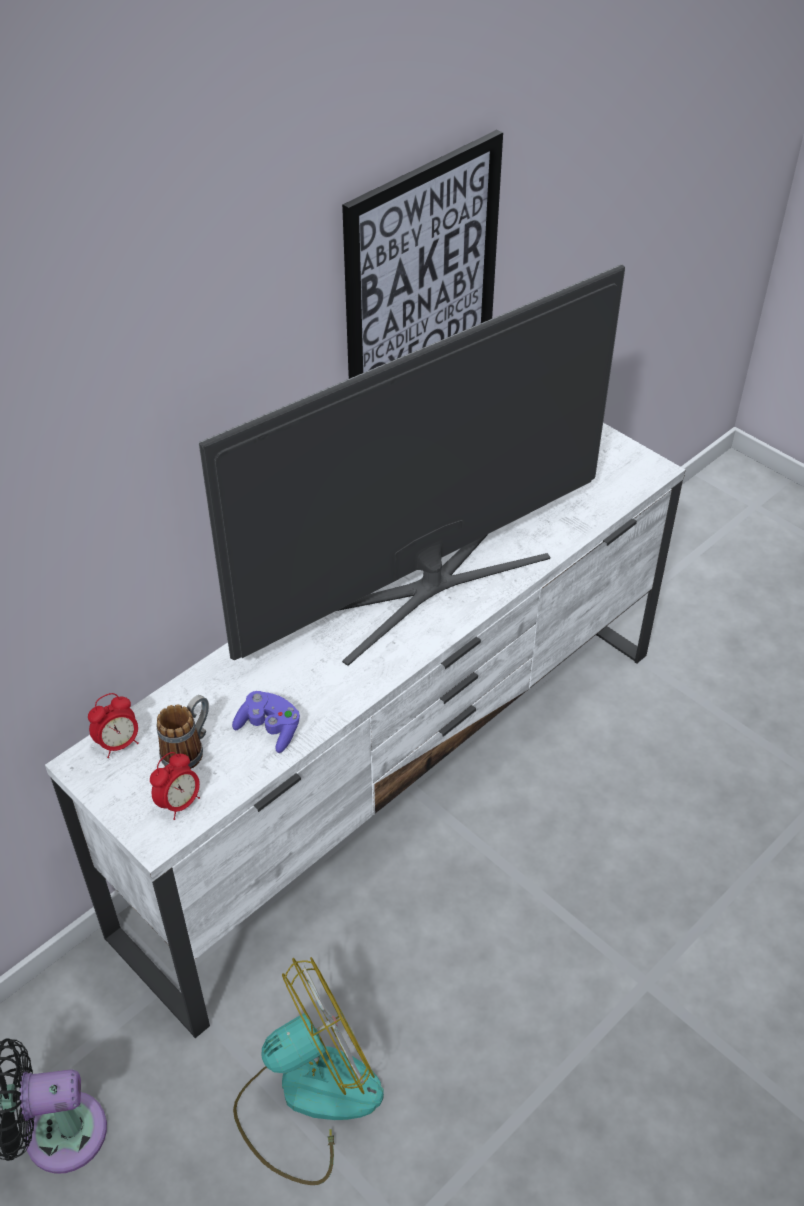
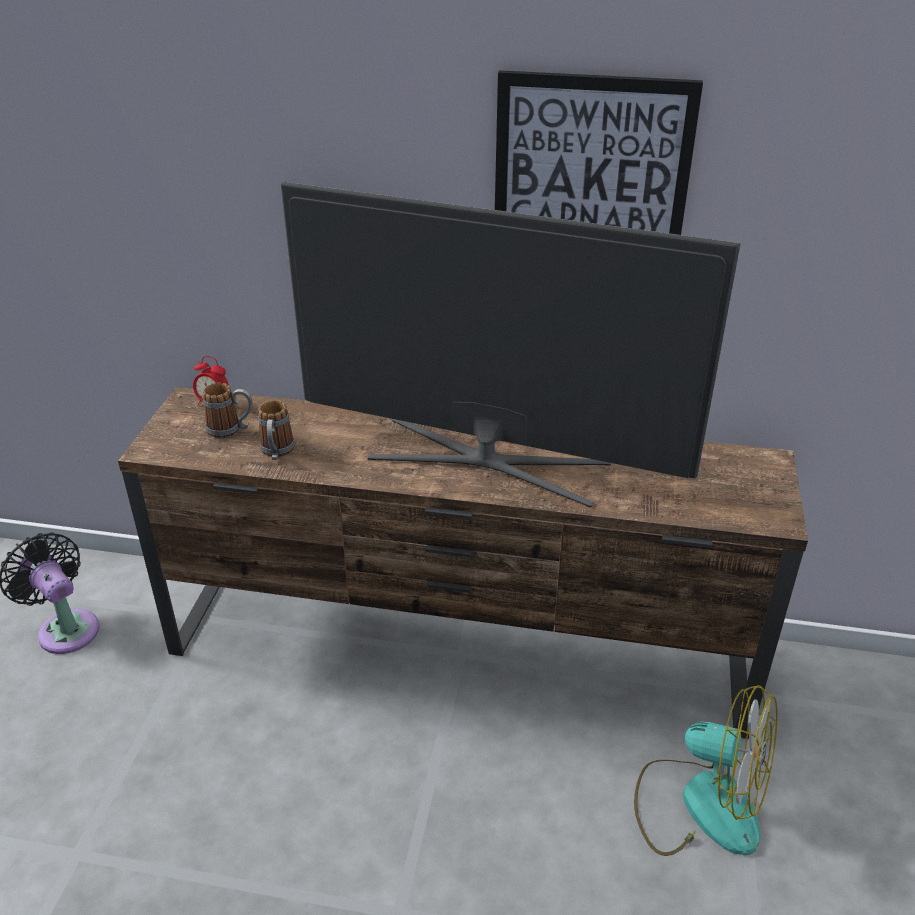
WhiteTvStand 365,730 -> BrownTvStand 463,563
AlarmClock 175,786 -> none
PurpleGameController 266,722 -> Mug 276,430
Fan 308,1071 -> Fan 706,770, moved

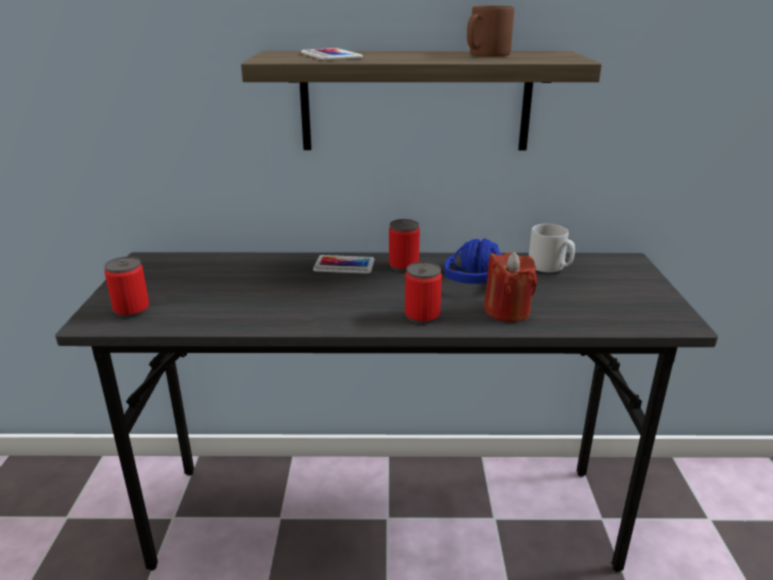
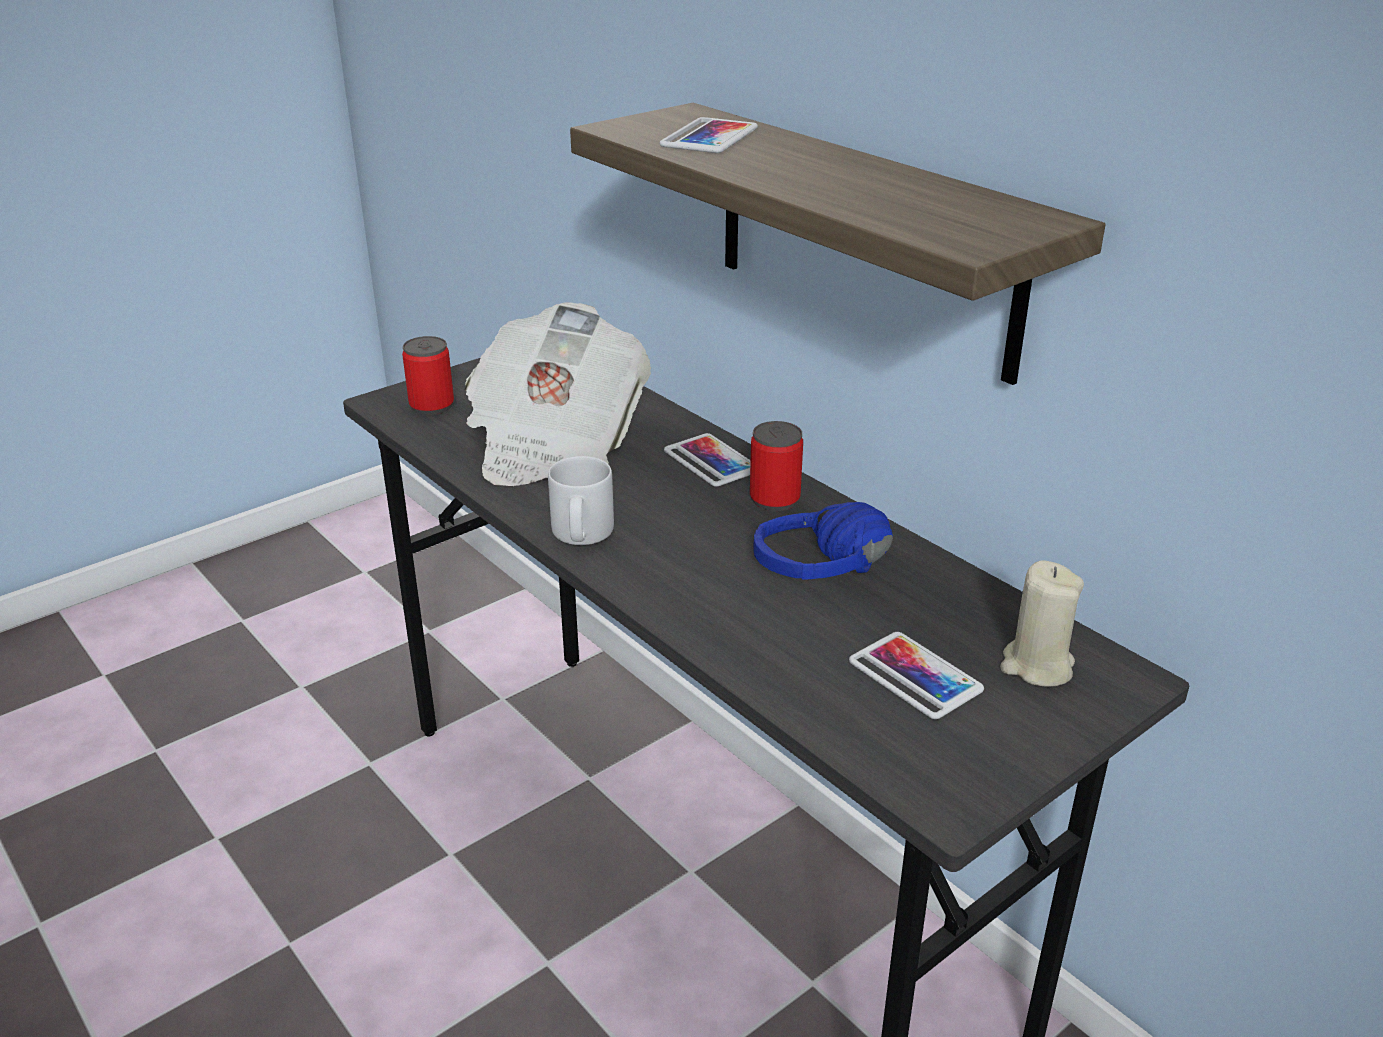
Can 423,293 -> none
BrownMug 490,31 -> none
RedCandle 510,287 -> none
GreyMug 552,248 -> GreyMug 581,500, moved
none -> Newspaper 557,394
none -> Phone 916,675
none -> BeigeCandle 1042,623

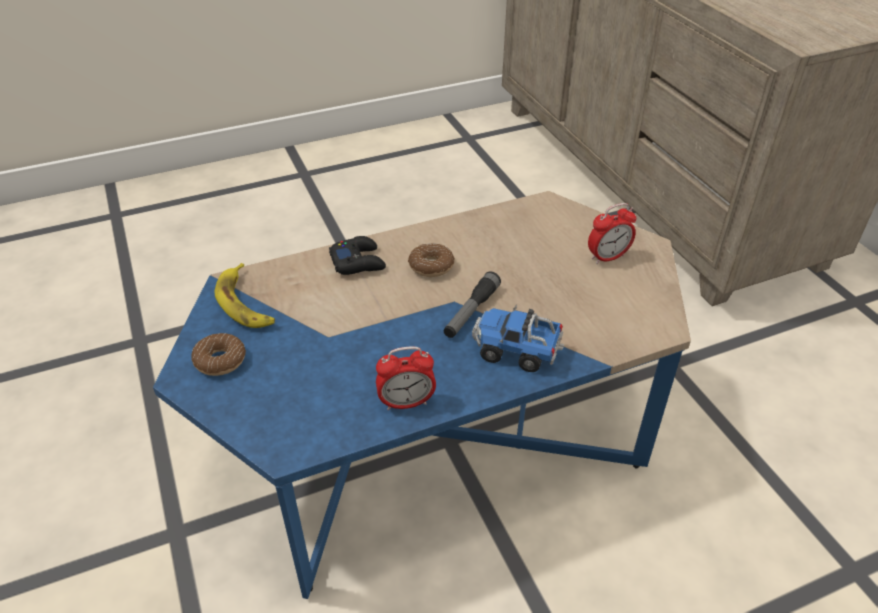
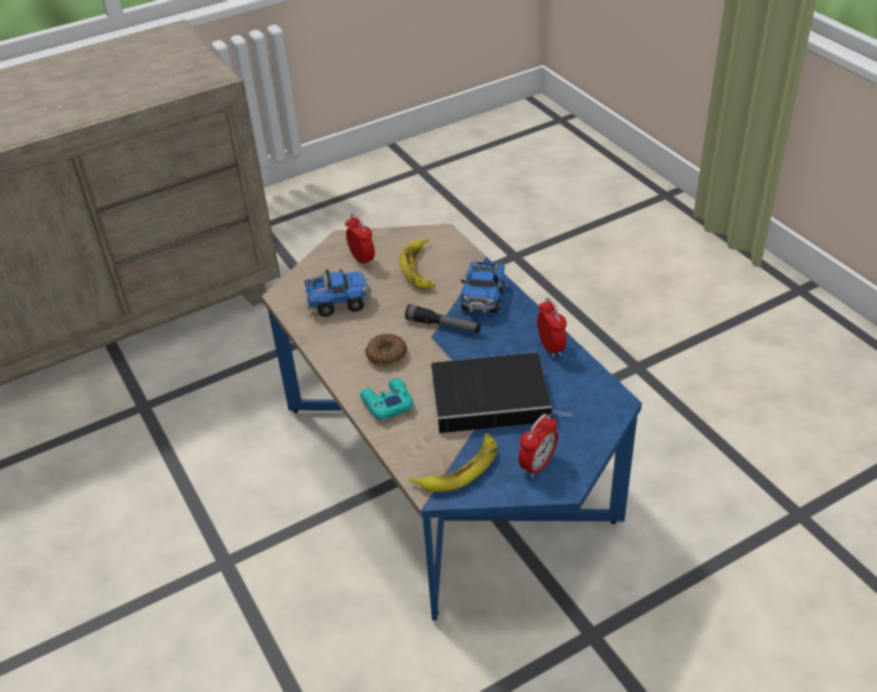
Donut 218,354 -> AlarmClock 538,446
BlackGameController 357,255 -> TurquoiseGameController 386,399
none -> ToyTruck 337,292
none -> Banana 417,263
none -> Book 501,393

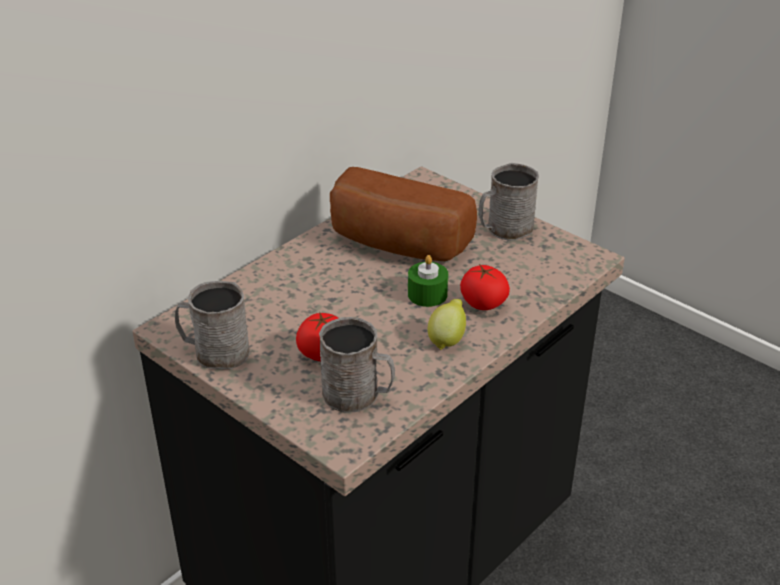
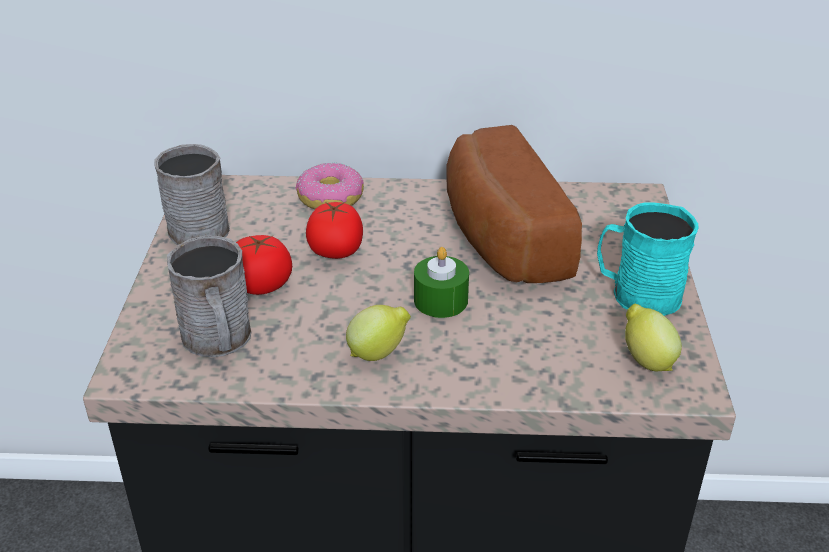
Tomato 485,287 -> Tomato 334,230, moved
GreyMug 509,202 -> TurquoiseMug 647,259
none -> Donut 329,185
none -> Lemon 653,337

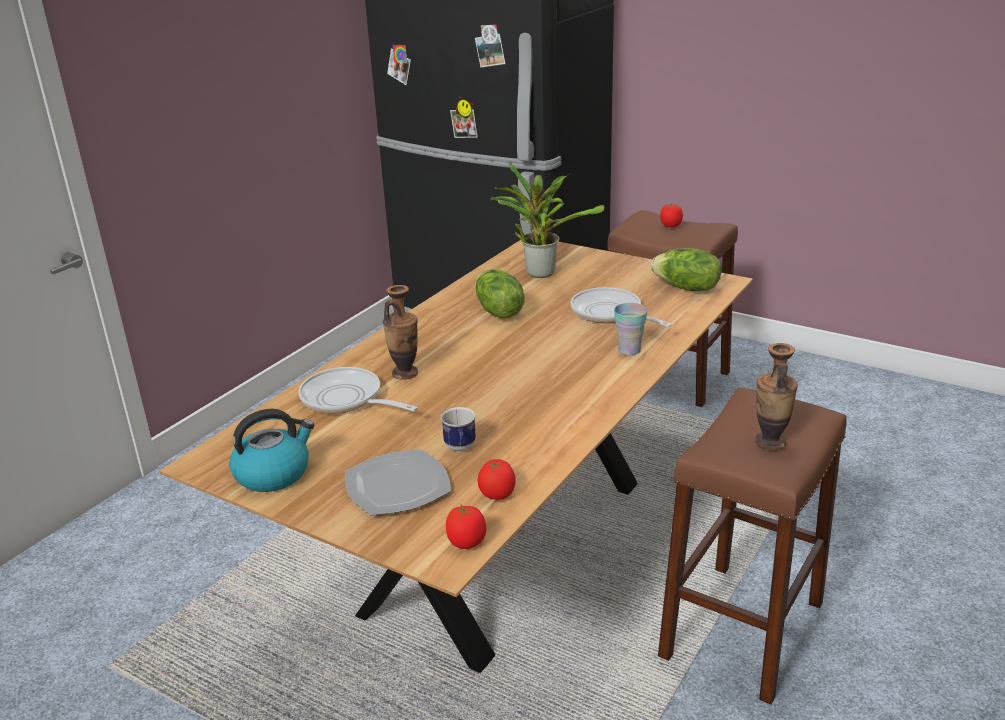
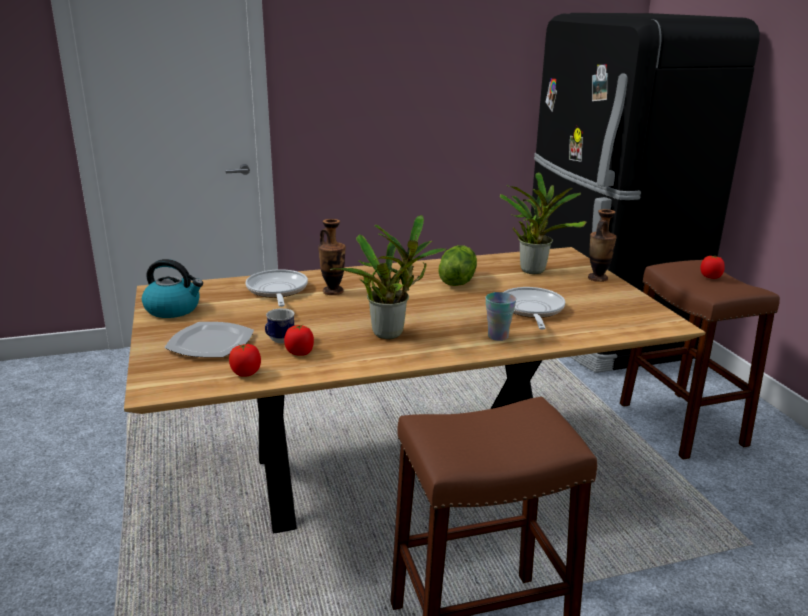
Tomato 466,526 -> Tomato 299,340, moved
Lettuce 686,269 -> none
Vase 776,396 -> Vase 602,245, moved
none -> PottedPlant 388,277

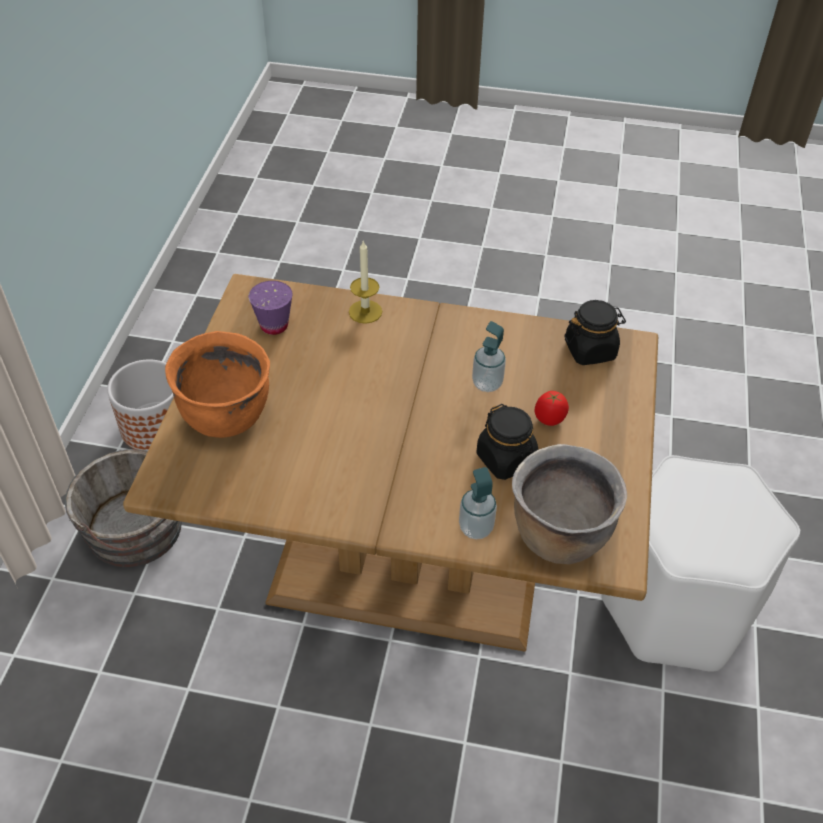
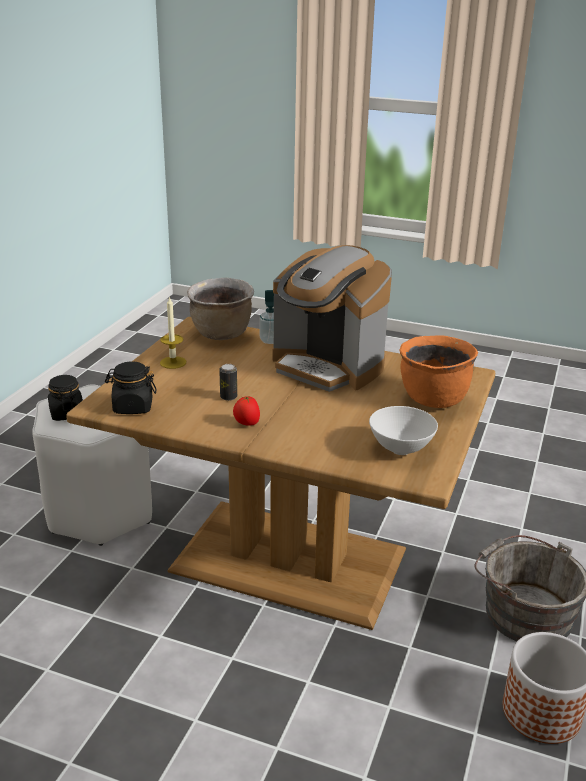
PurpleCup 271,308 -> WhiteBowl 403,430
Candle 365,282 -> Candle 173,332, moved
SoapDispenser 489,356 -> Can 228,382
BlackJar 507,442 -> BlackJar 65,398, moved
Tomato 552,408 -> Tomato 246,411, moved
none -> CoffeeMachine 332,318

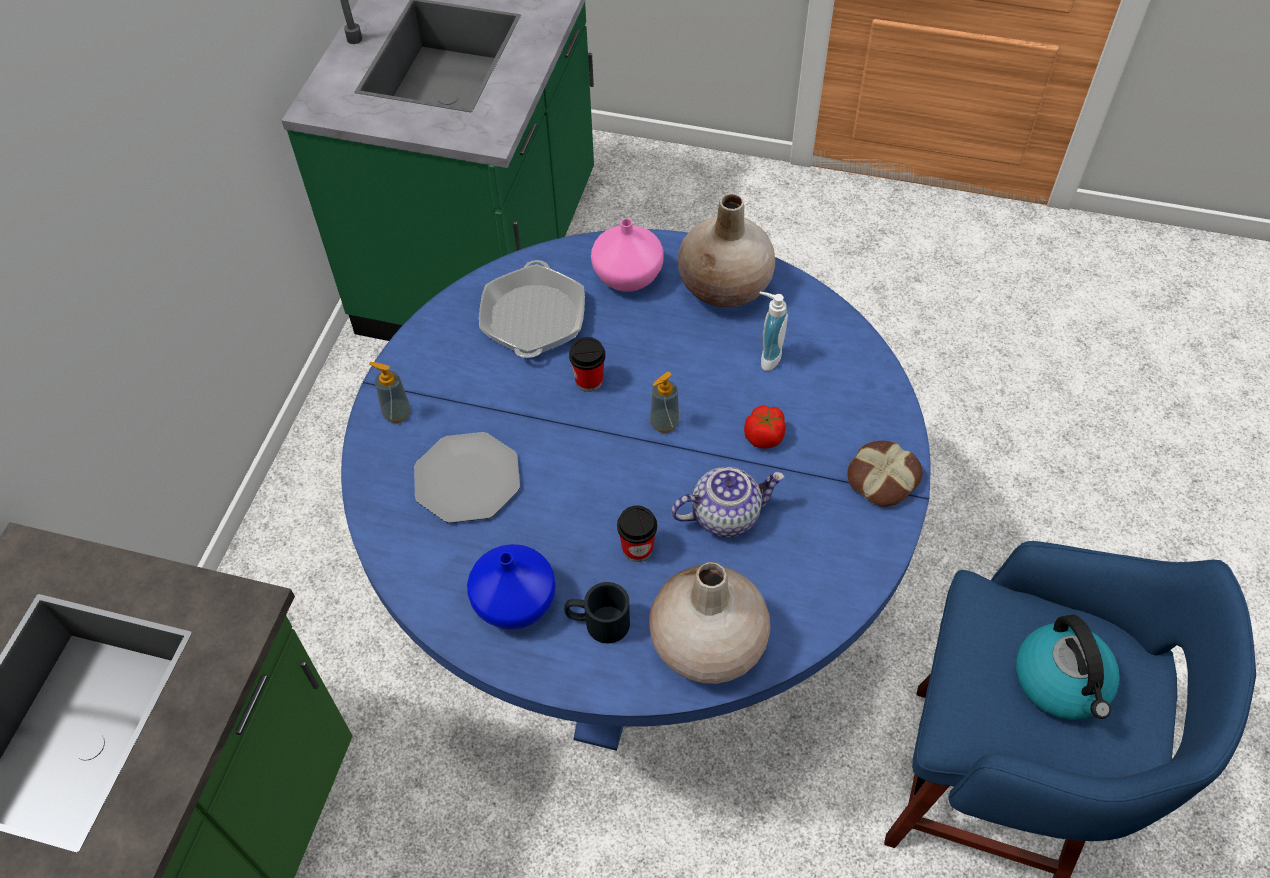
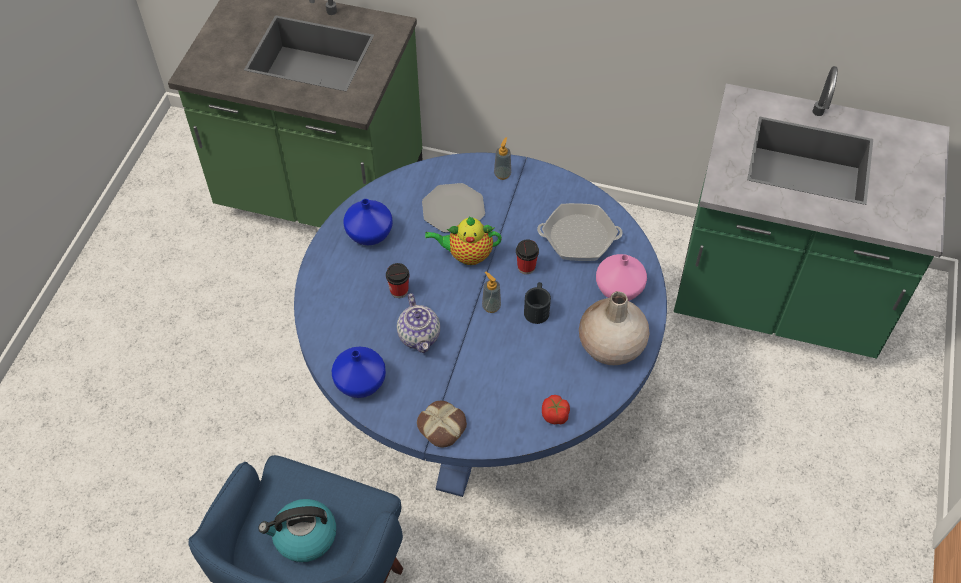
BlackMug 597,613 -> BlackMug 537,303, moved
BeigeVase 709,623 -> none
Tomato 765,427 -> Tomato 556,409, moved
SoapDispenser 774,331 -> none
none -> BlueVase 359,372
none -> Teapot 463,241

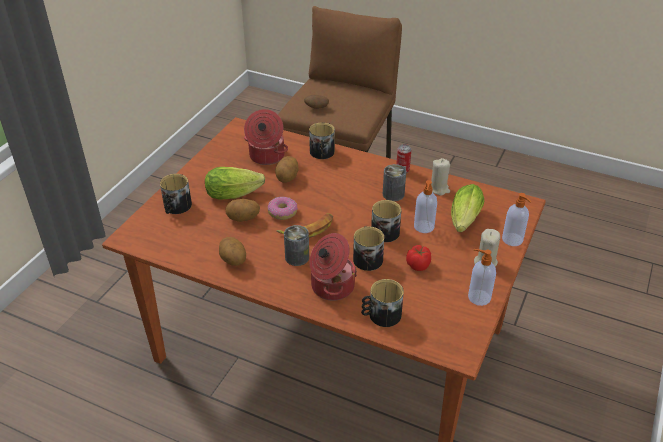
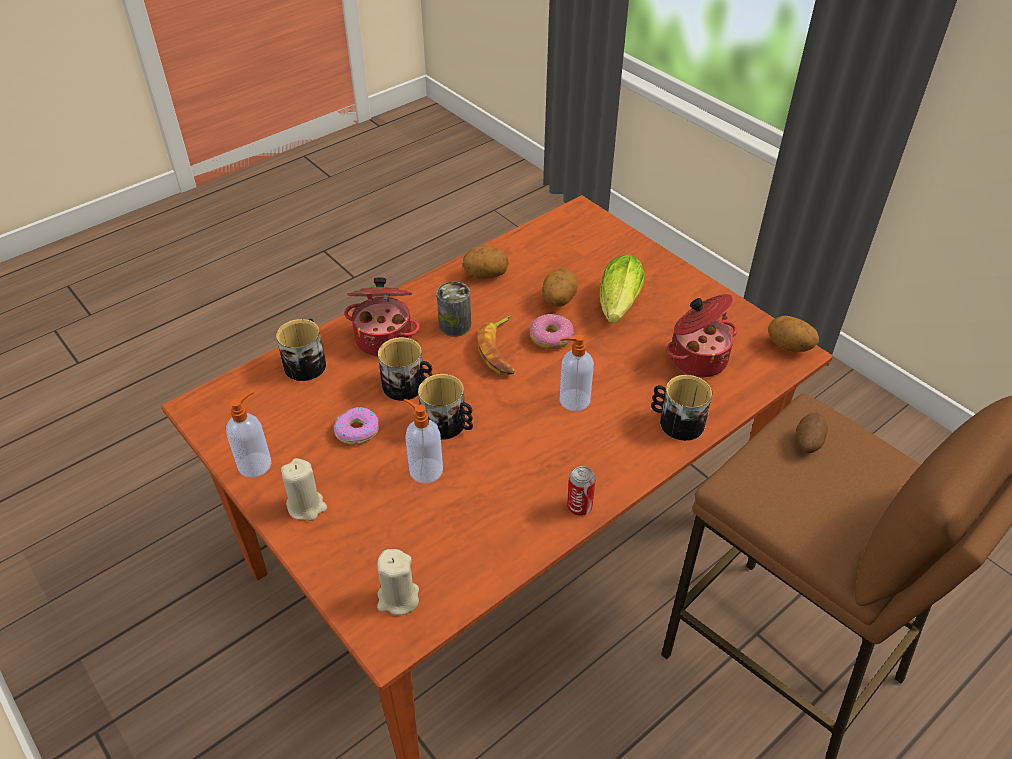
Mug 176,194 -> none
Potato 287,169 -> Potato 793,334, moved
Can 394,182 -> none
Tomato 418,258 -> Donut 356,426
BeigeCandle 440,177 -> BeigeCandle 398,582, moved
Lettuce 467,208 -> none
SoapDispenser 516,219 -> SoapDispenser 576,372, moved

